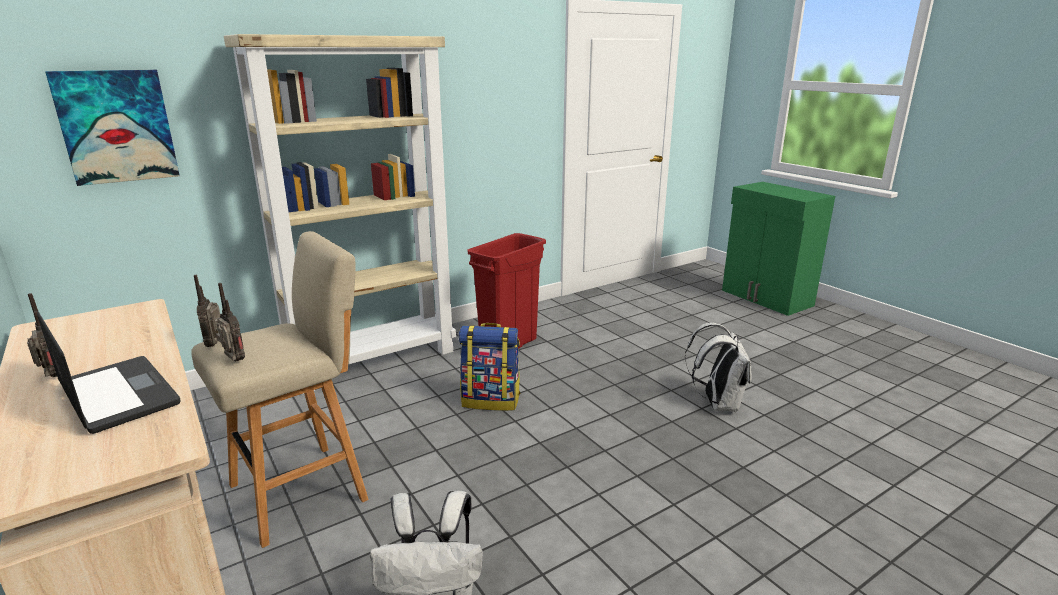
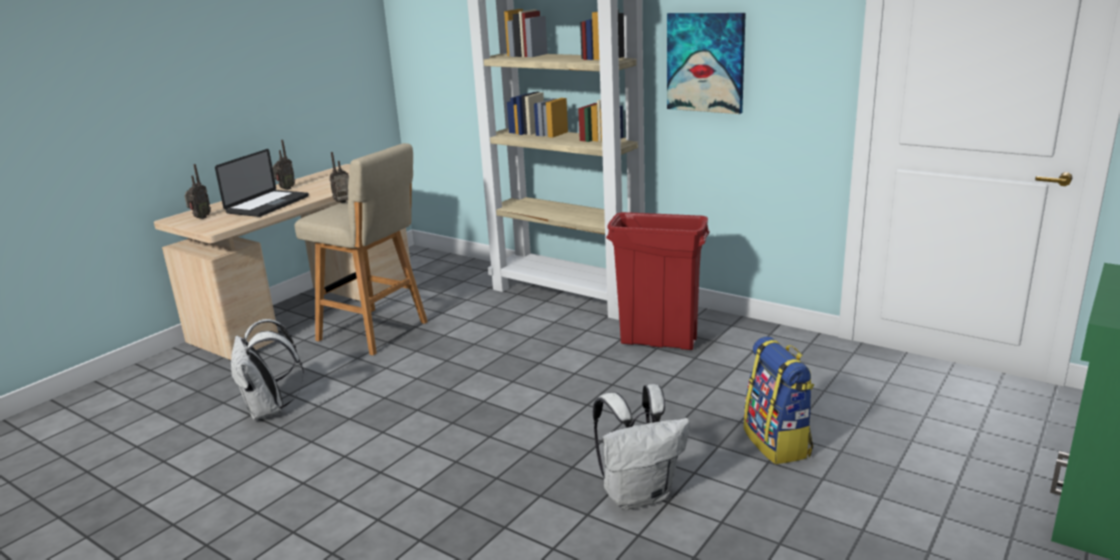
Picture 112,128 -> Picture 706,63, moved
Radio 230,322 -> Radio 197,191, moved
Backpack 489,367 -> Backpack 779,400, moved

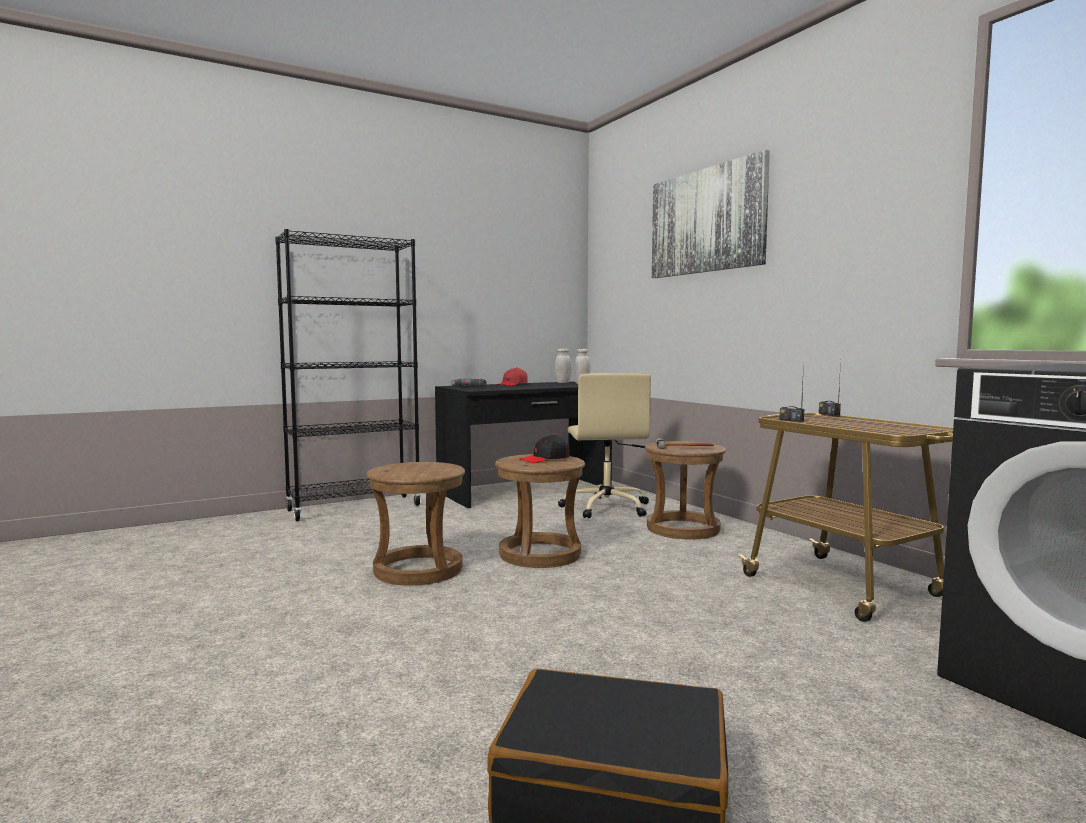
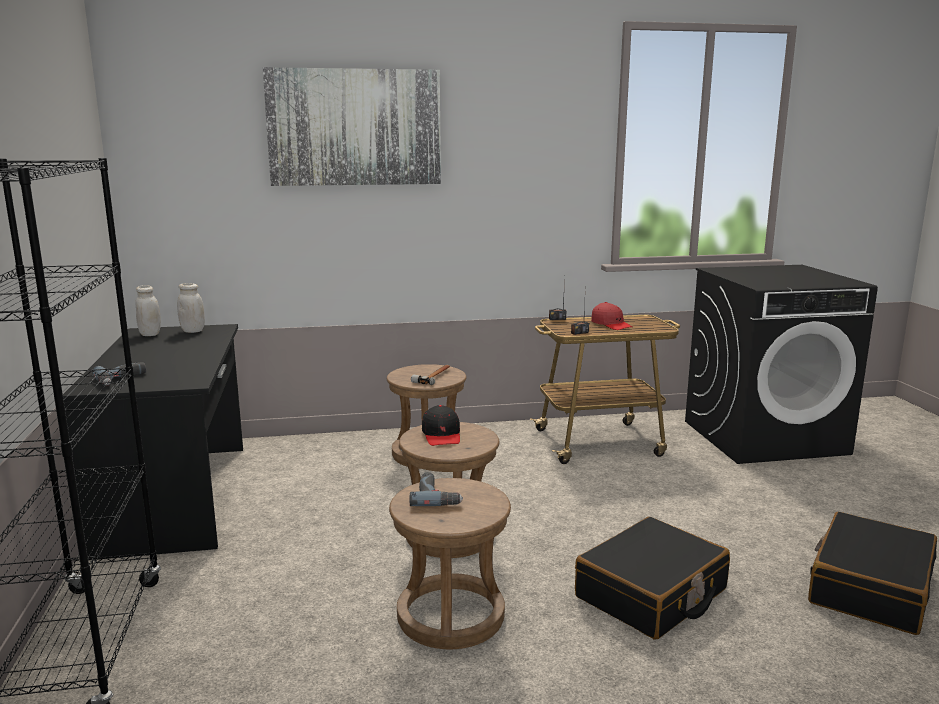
RedCap 512,376 -> RedCap 611,316, moved
BeigeOfficeChair 604,445 -> none
none -> PowerDrill 436,489
none -> BlackSuitcase 652,578

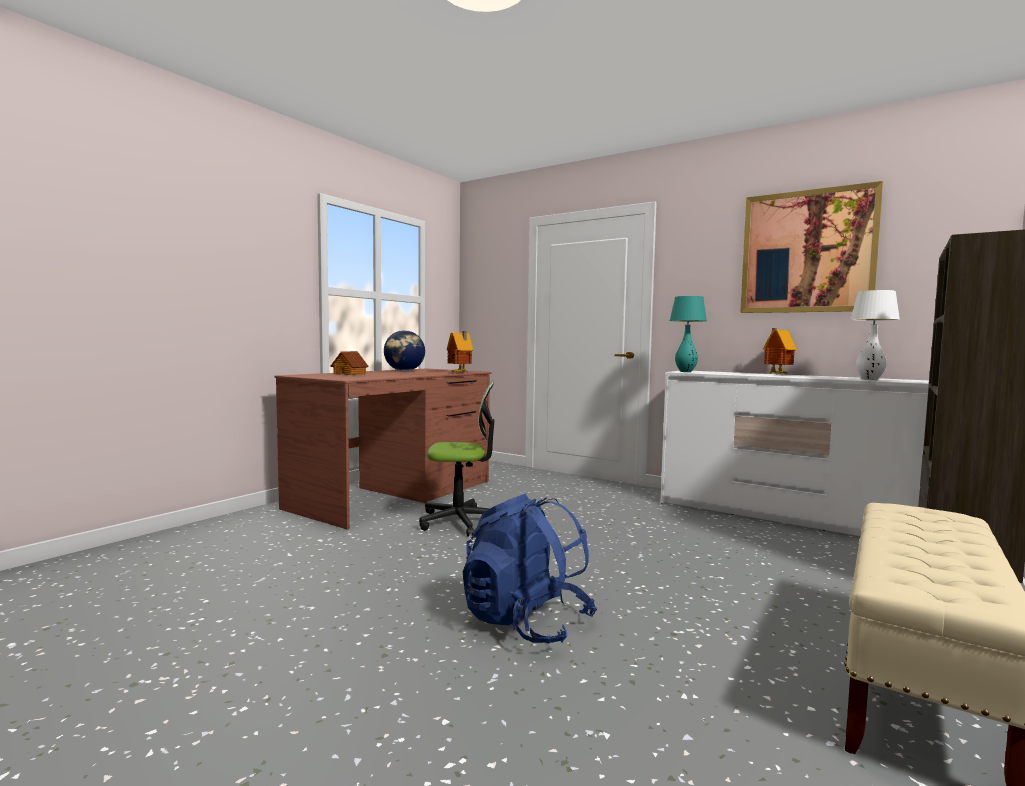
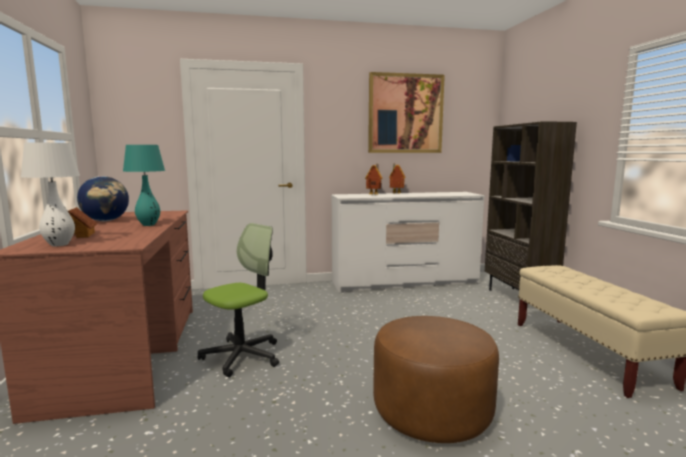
ToyHouse 459,351 -> ToyHouse 373,179, moved
BlueBackpack 530,569 -> BrownOttoman 436,379
TurquoiseTableLamp 688,334 -> TurquoiseTableLamp 144,185, moved
WhiteTableLamp 875,335 -> WhiteTableLamp 50,195, moved

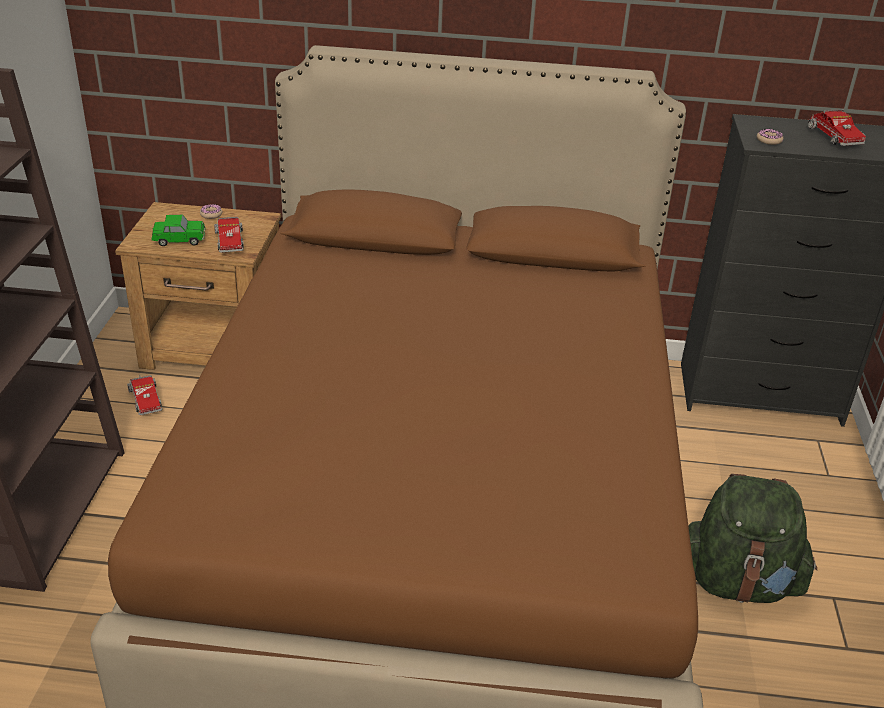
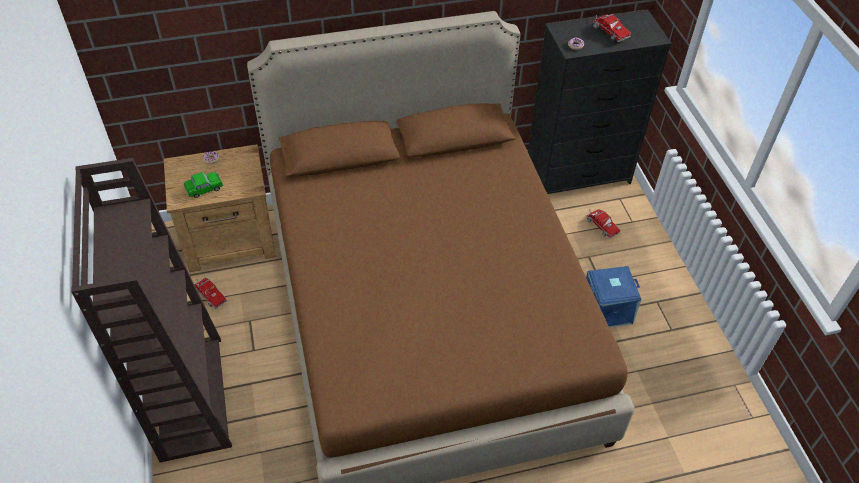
ToyTruck 229,235 -> ToyTruck 603,223, moved
GreenBackpack 752,538 -> BlueStorageBox 614,296

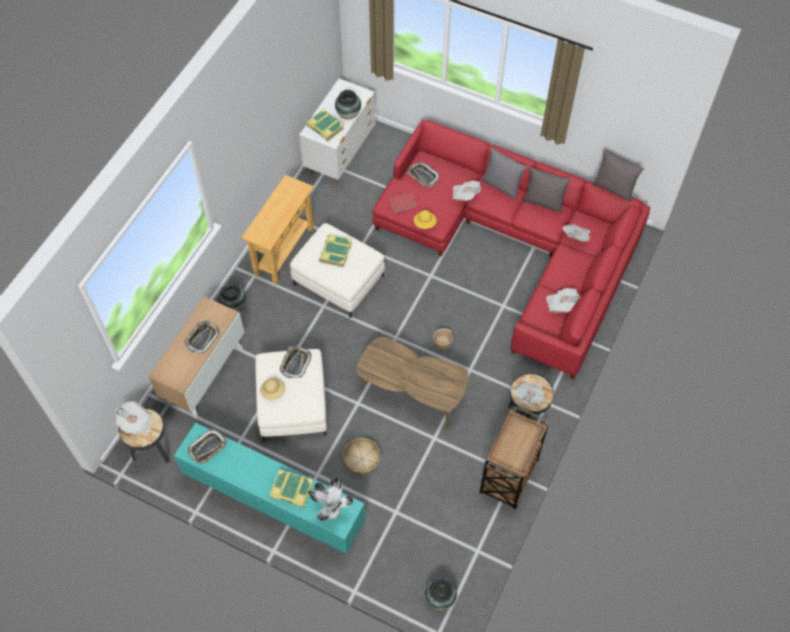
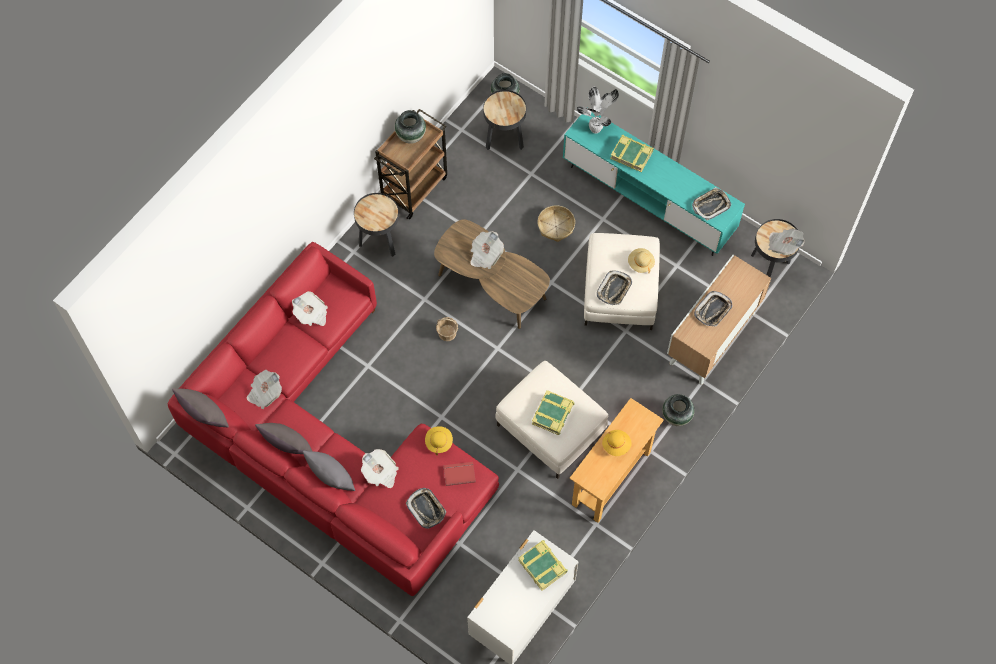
Vase 348,105 -> Vase 410,127, moved
Newspaper 530,392 -> Newspaper 487,250, moved
none -> BlackSideTable 504,120
none -> YellowHat 617,443

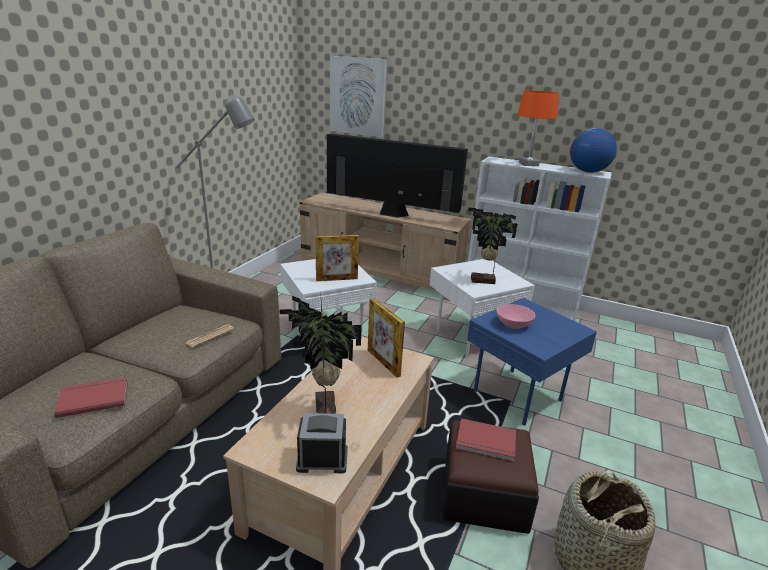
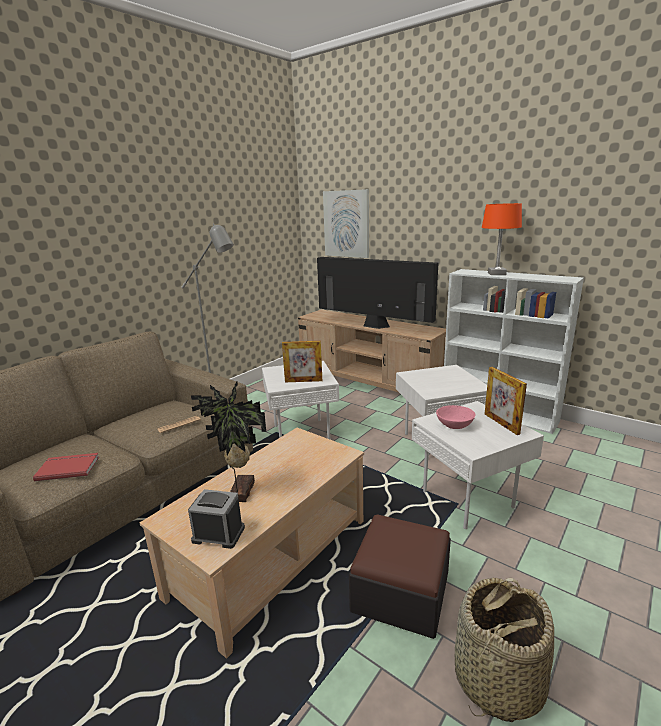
PictureFrame 386,338 -> PictureFrame 506,401, moved
RedBook 486,440 -> none
BlueSideTable 532,362 -> WhiteSideTable 478,465
PottedPlant 492,246 -> none
Globe 593,150 -> none

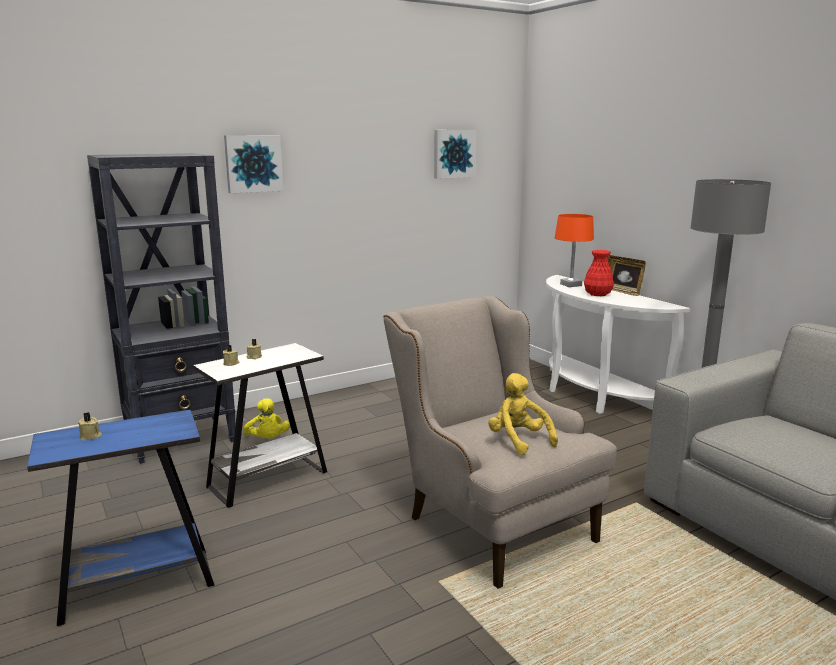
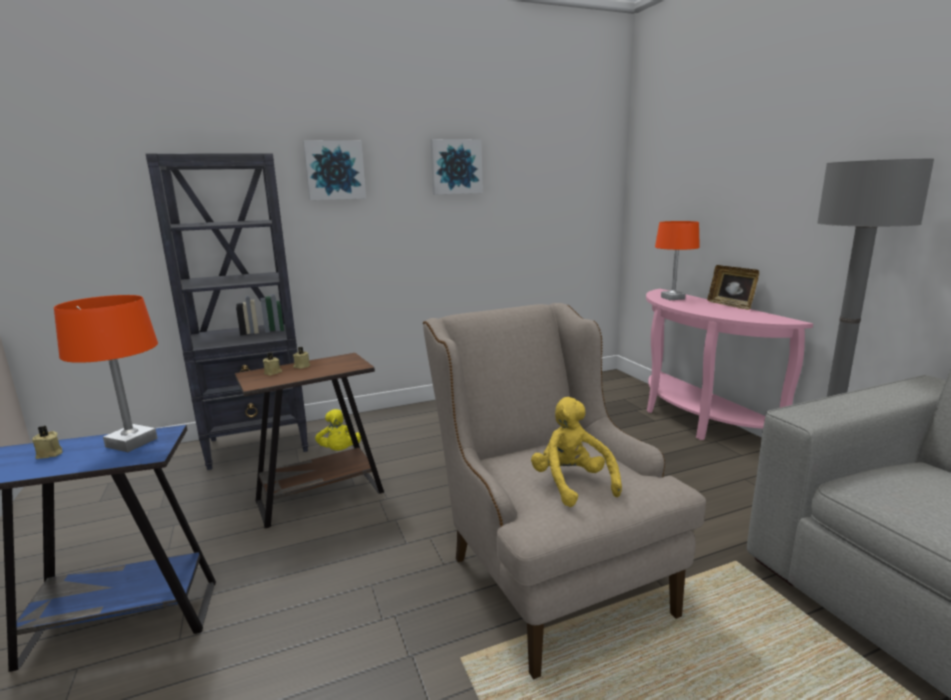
WhiteSideTable 260,425 -> BrownSideTable 309,440
Picture 455,154 -> Picture 457,166, moved
WhiteConsoleTable 618,344 -> PinkConsoleTable 729,364
RedVase 599,273 -> none
none -> OrangeTableLamp 106,373

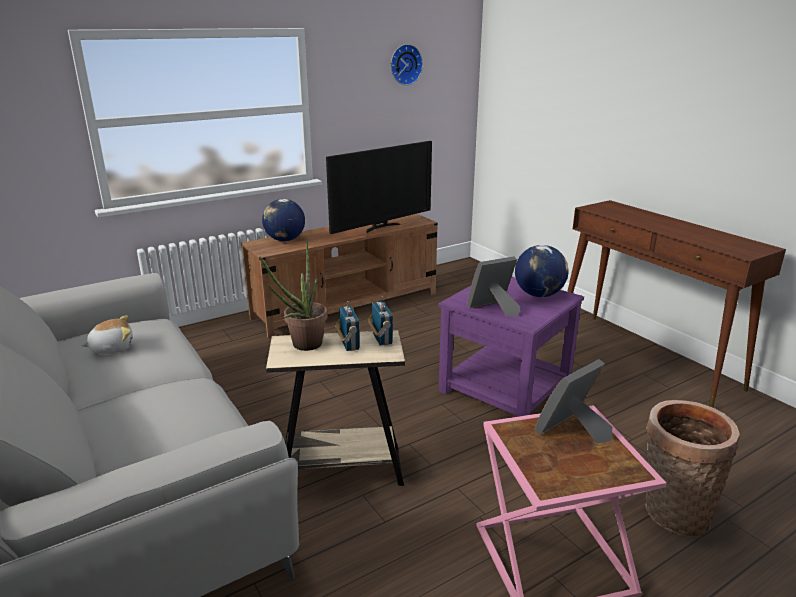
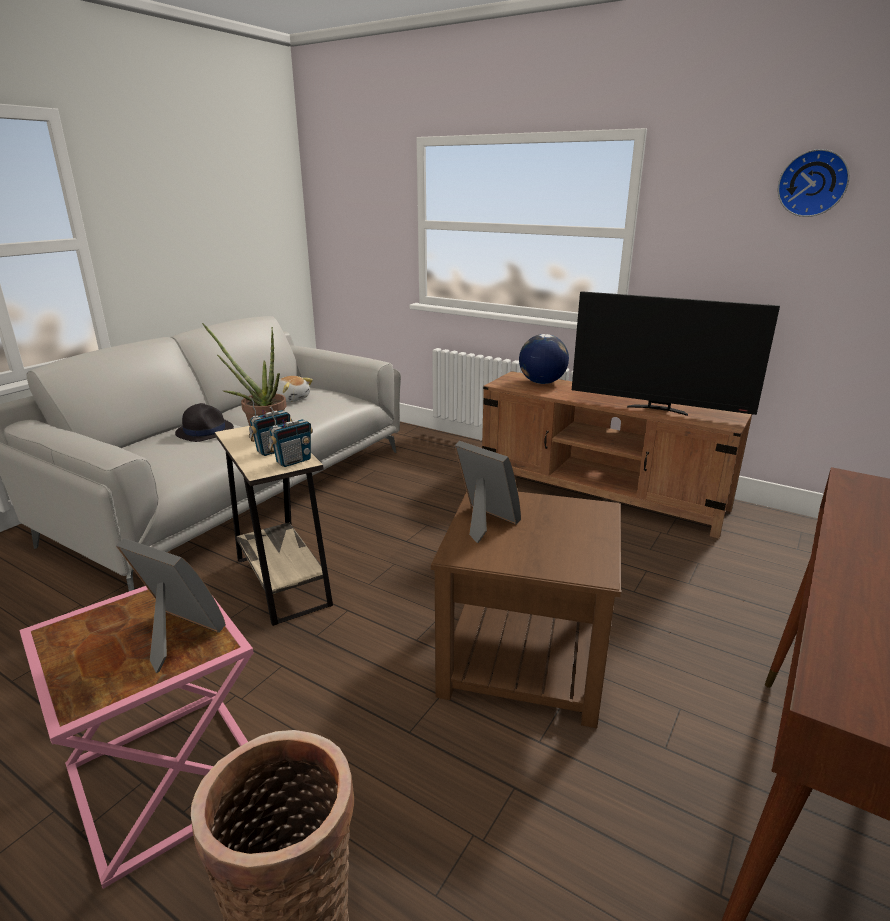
PurpleSideTable 511,347 -> BrownSideTable 526,610
Globe 541,271 -> none
none -> BlackHat 204,422

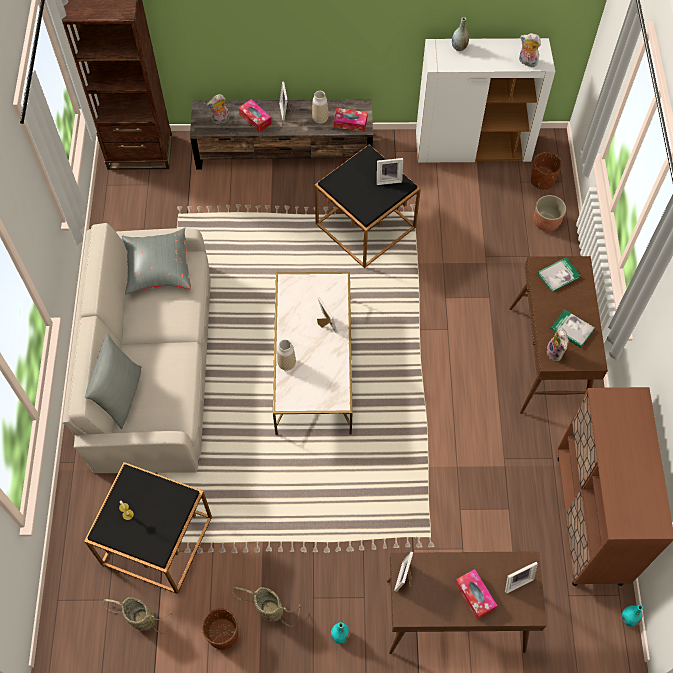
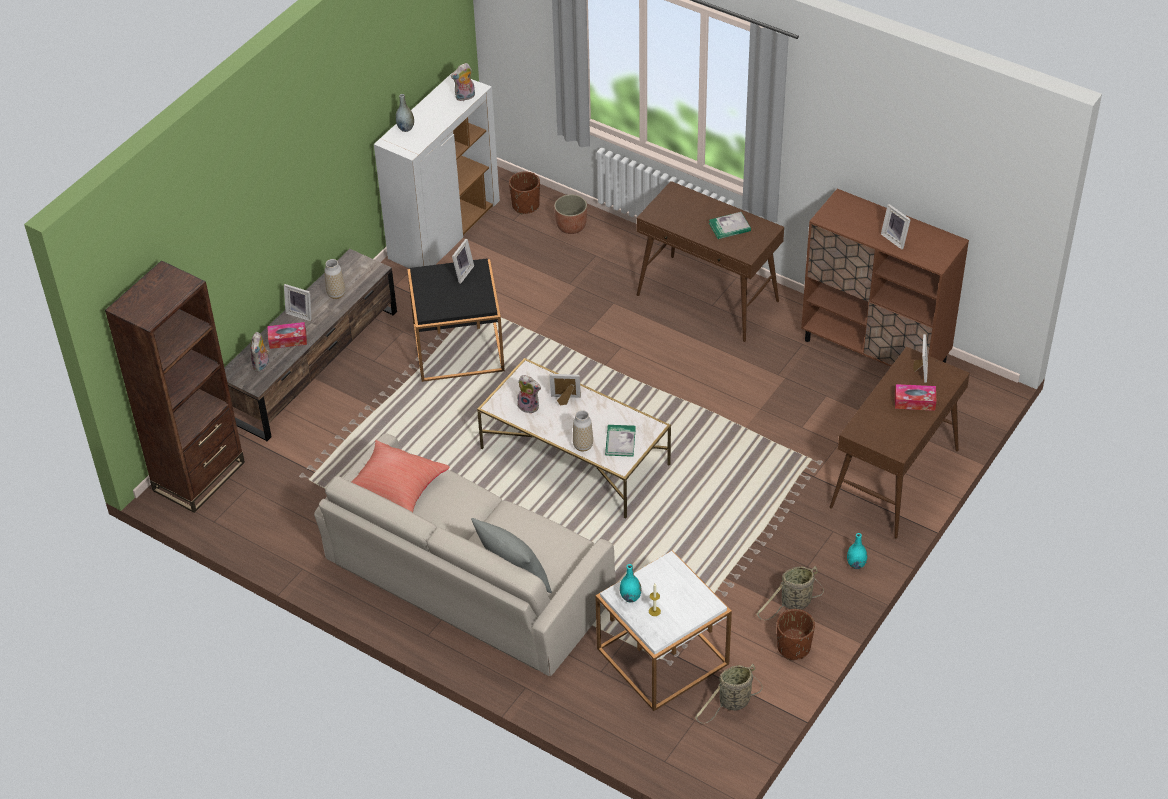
BlackSideTable 148,528 -> WhiteSideTable 663,630
GreyPillow 156,261 -> RedPillow 400,476
TissueBox 351,120 -> none
PictureFrame 403,572 -> PictureFrame 896,227, moved
Book 559,274 -> Book 620,441, moved
PlushToy 558,344 -> PlushToy 529,394, moved
TurquoiseVase 632,616 -> TurquoiseVase 630,583, moved

